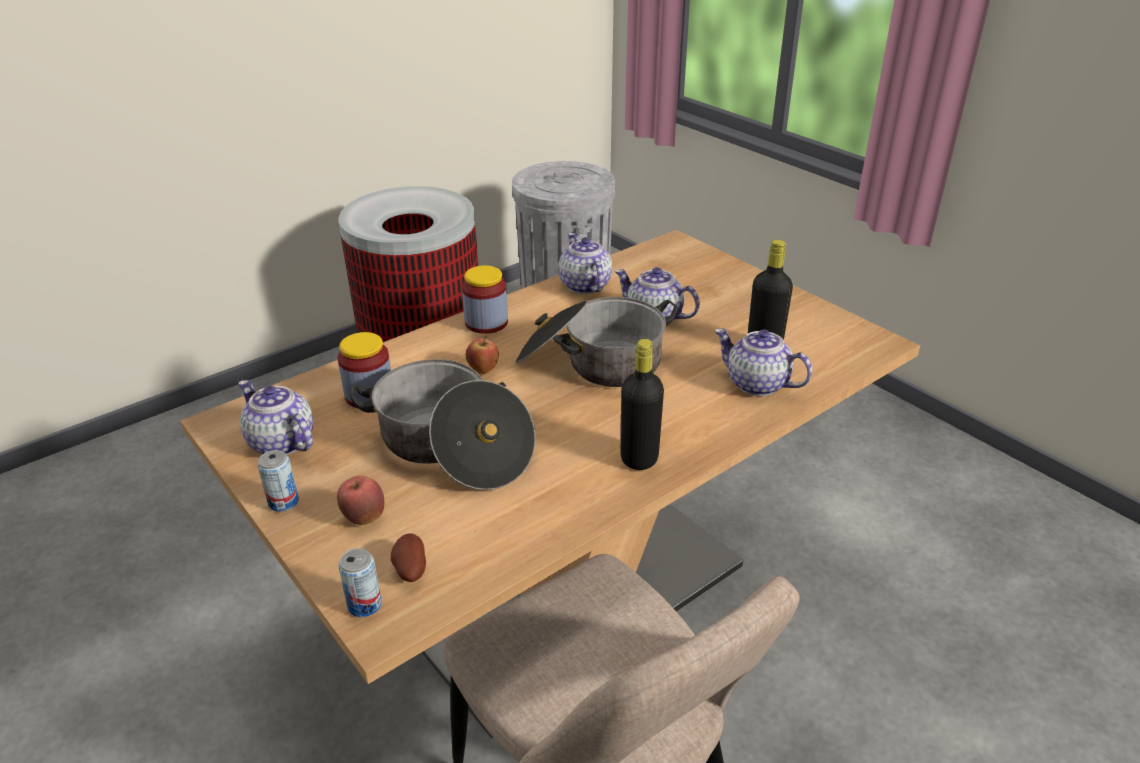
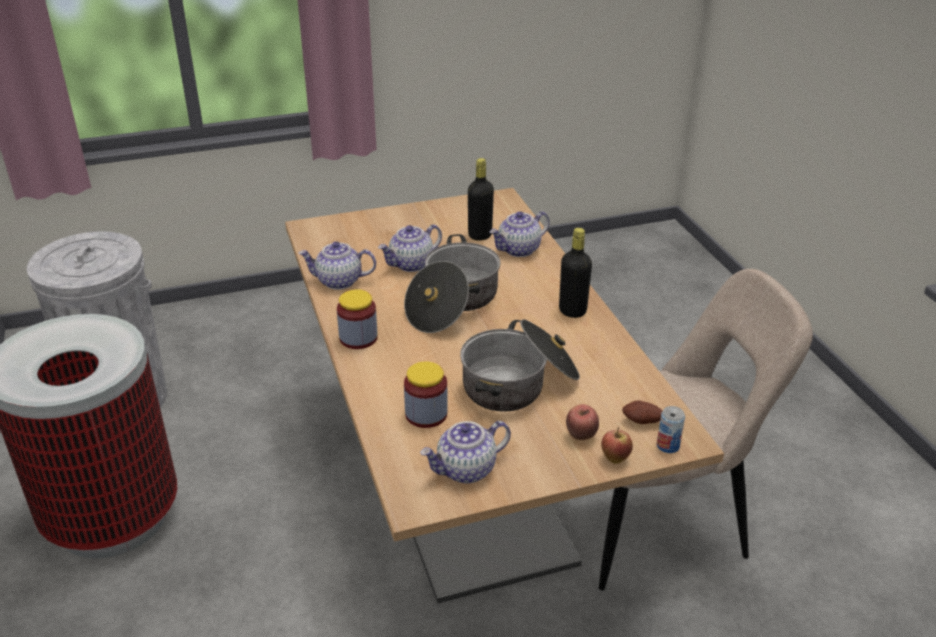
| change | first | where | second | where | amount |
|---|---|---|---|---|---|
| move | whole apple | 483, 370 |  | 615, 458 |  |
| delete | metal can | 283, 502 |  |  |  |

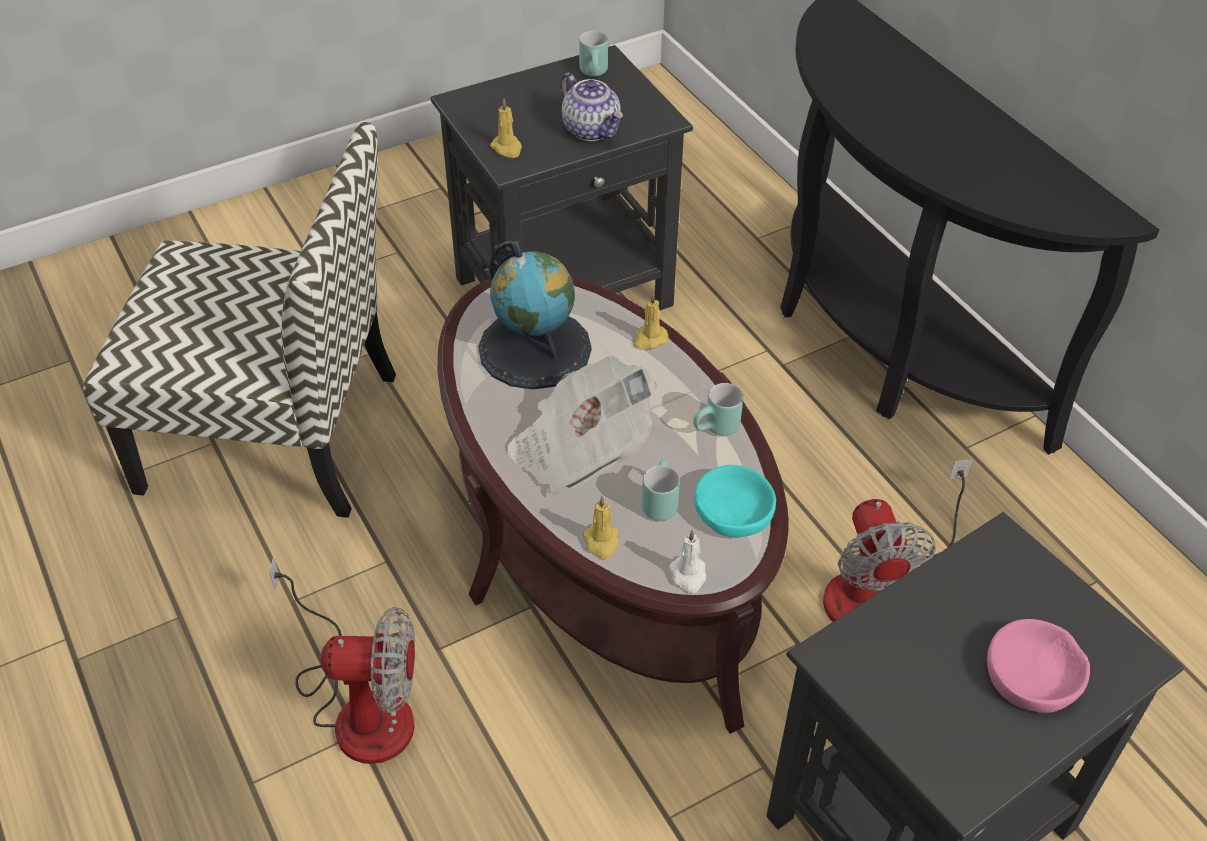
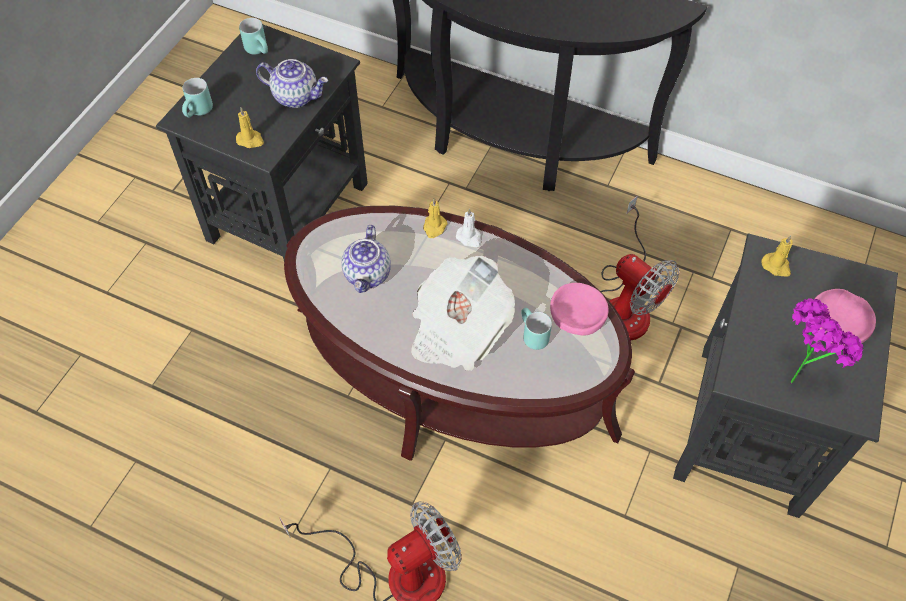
| change | first | where | second | where | amount |
|---|---|---|---|---|---|
| move | mug/turquoise | 717, 430 |  | 199, 112 |  |
| replace | desk globe | 535, 348 | pot for tea | 368, 274 |  |
| move | candle/white | 688, 575 |  | 469, 237 |  |
| recolor | serving bowl/turquoise | 733, 509 | serving bowl/pink | 577, 314 |  |
| move | candle/yellow | 602, 542 |  | 776, 266 |  |
| insert |  |  | houseplant | 798, 372 |  |
| delete | chair | 275, 431 |  |  |  |

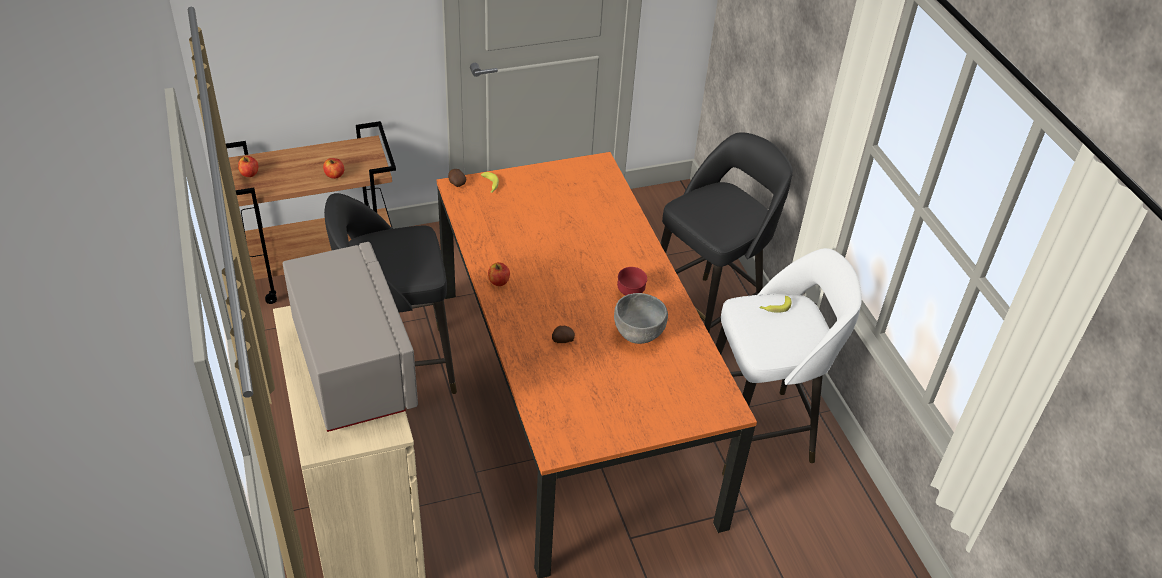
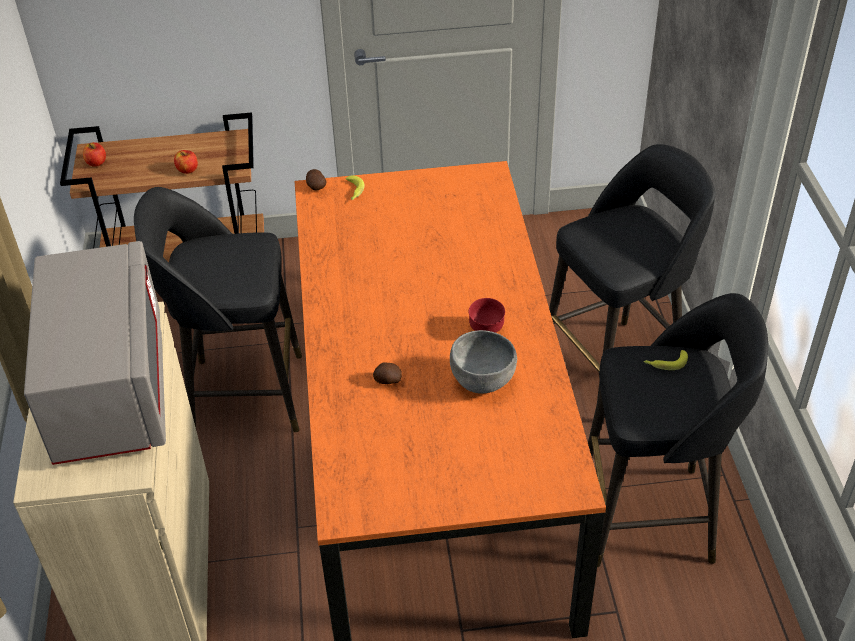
| change | first | where | second | where | amount |
|---|---|---|---|---|---|
| recolor | stool/white | 758, 432 | stool/black-coloured | 651, 516 |  |
| delete | whole apple | 499, 281 |  |  |  |

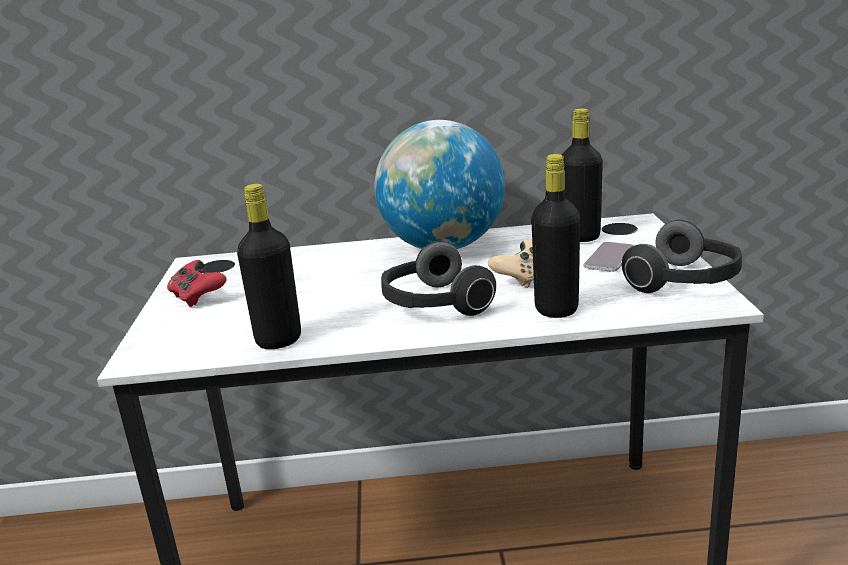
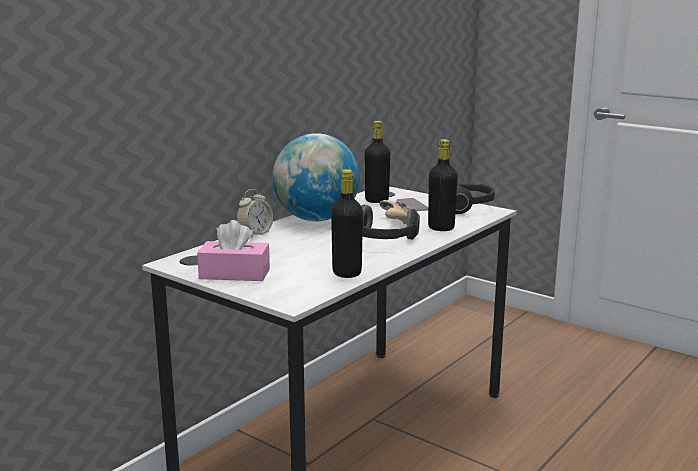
| change | first | where | second | where | amount |
|---|---|---|---|---|---|
| replace | gamepad/red-coloured | 197, 297 | box of tissues/pink | 234, 274 |  |
| insert |  |  | alarm clock | 255, 234 |  |

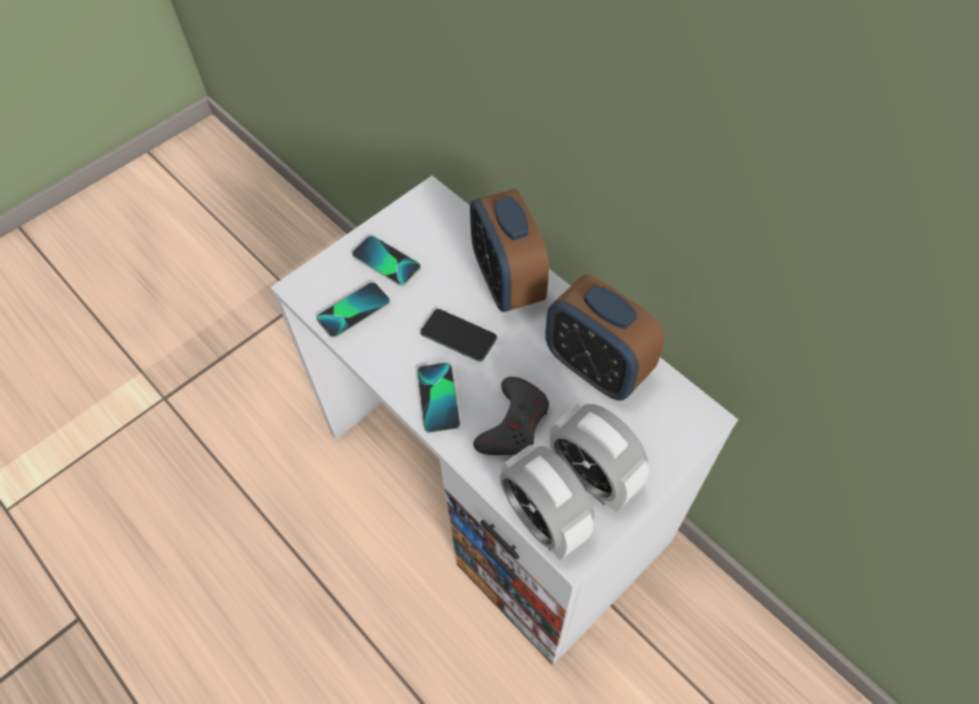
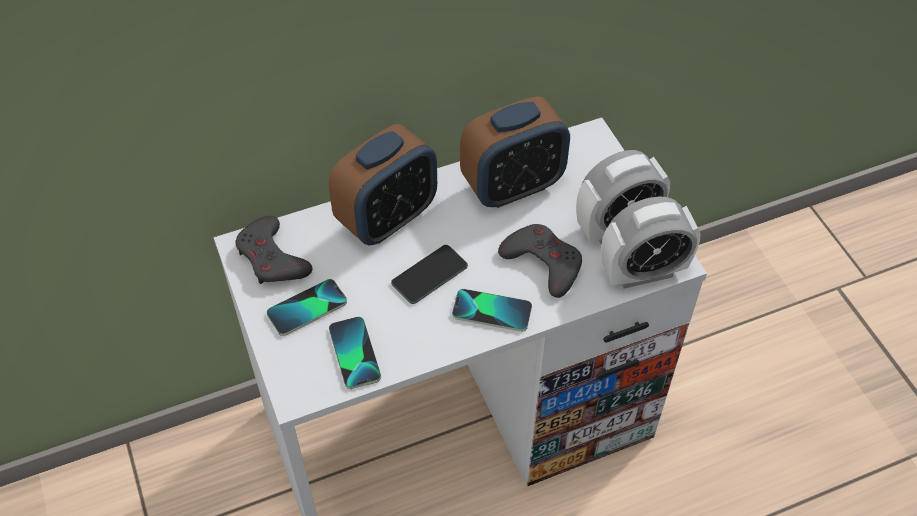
| change | first | where | second | where | amount |
|---|---|---|---|---|---|
| insert |  |  | gamepad/grey | 272, 258 |  |
| rotate | alarm clock | 507, 282 |  | 387, 218 | 45 degrees counterclockwise |

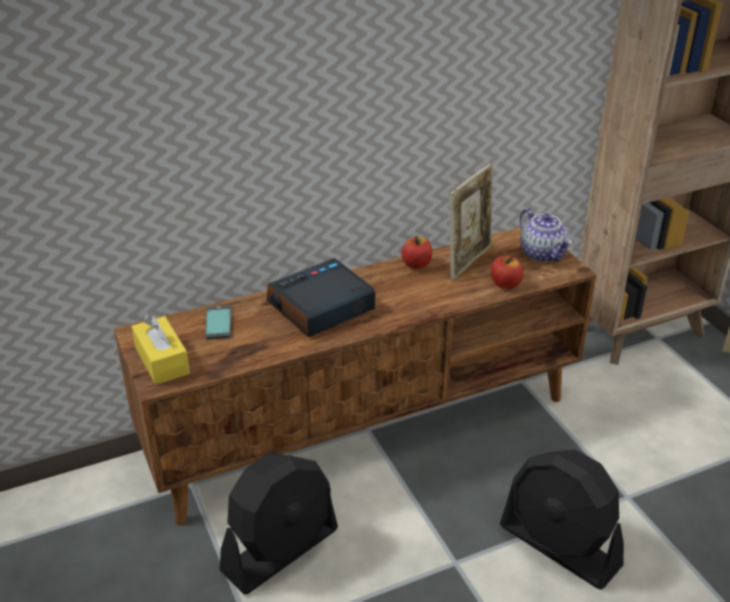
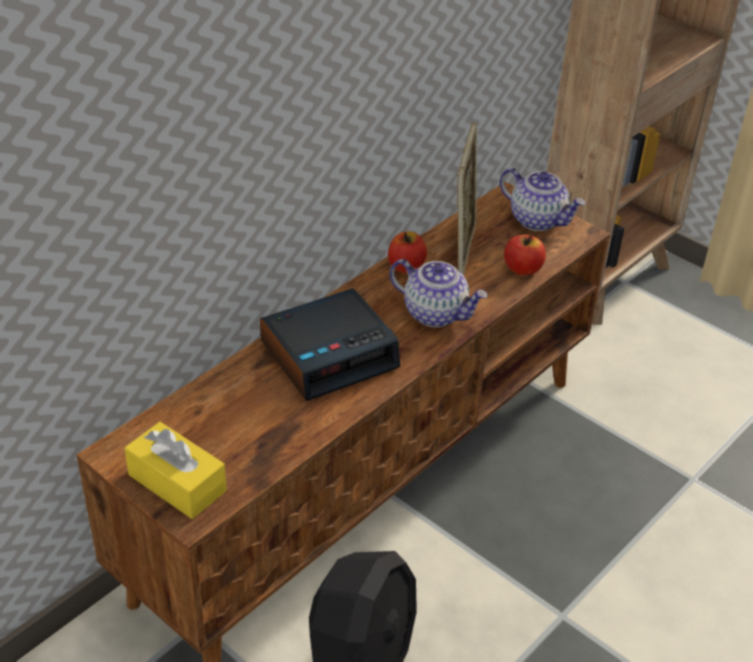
| change | first | where | second | where | amount |
|---|---|---|---|---|---|
| rotate | alarm clock | 320, 307 |  | 330, 354 | 150 degrees counterclockwise |
| insert |  |  | pot for tea | 436, 313 |  |
| delete | phone | 218, 323 |  |  |  |
| delete | electric fan/black-coloured | 559, 546 |  |  |  |

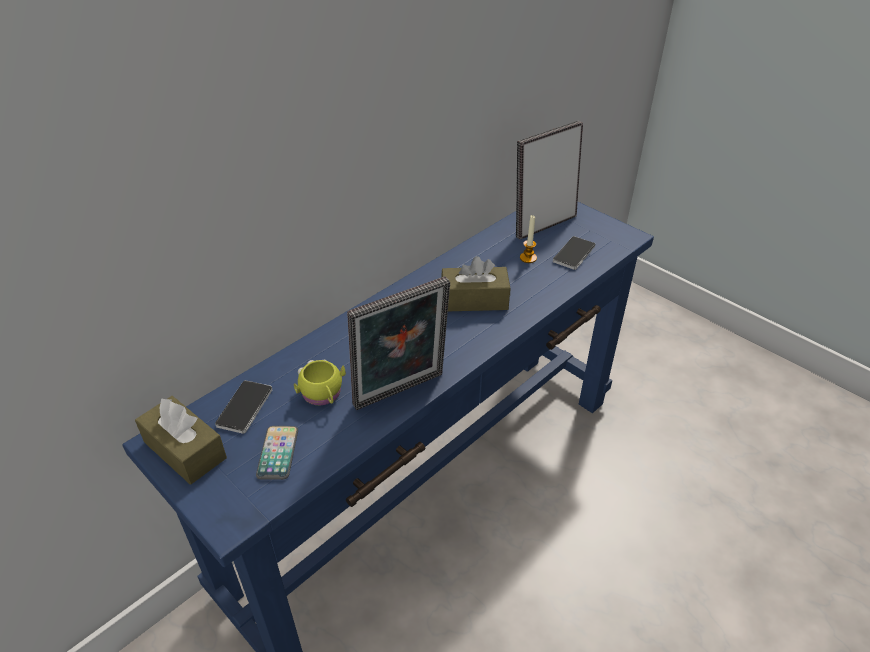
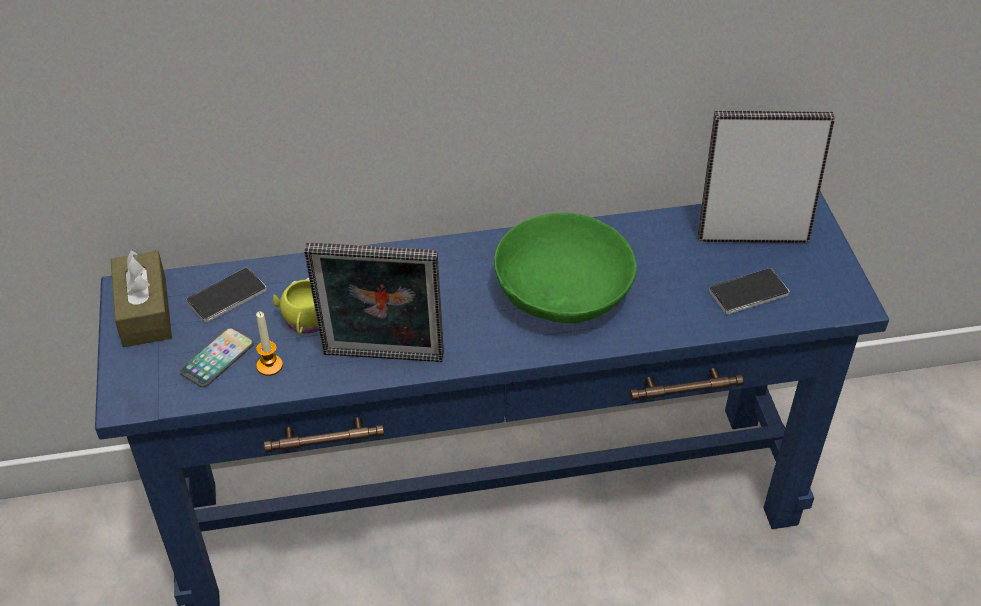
| change | first | where | second | where | amount |
|---|---|---|---|---|---|
| move | candle | 528, 258 |  | 269, 366 |  |
| replace | box of tissues/brownish | 474, 300 | serving bowl/greenish | 563, 293 |  |

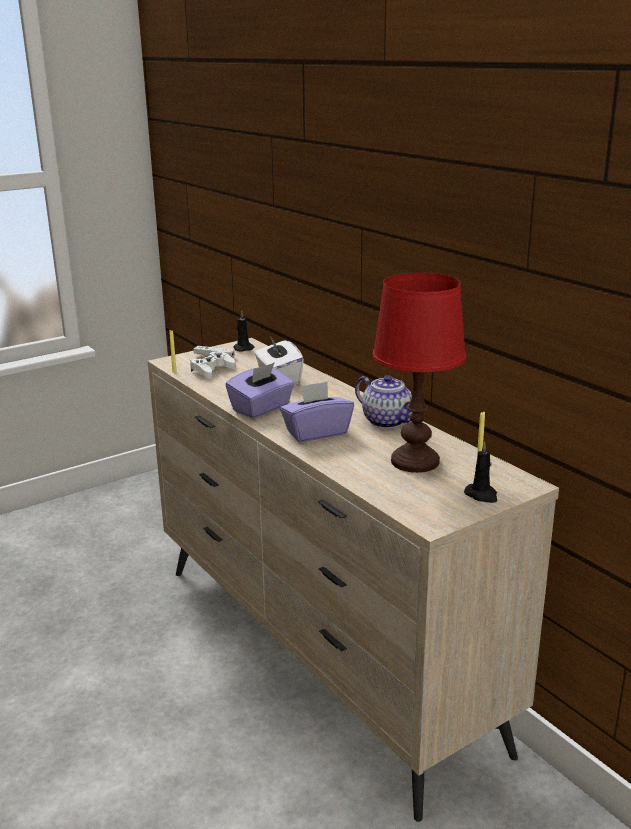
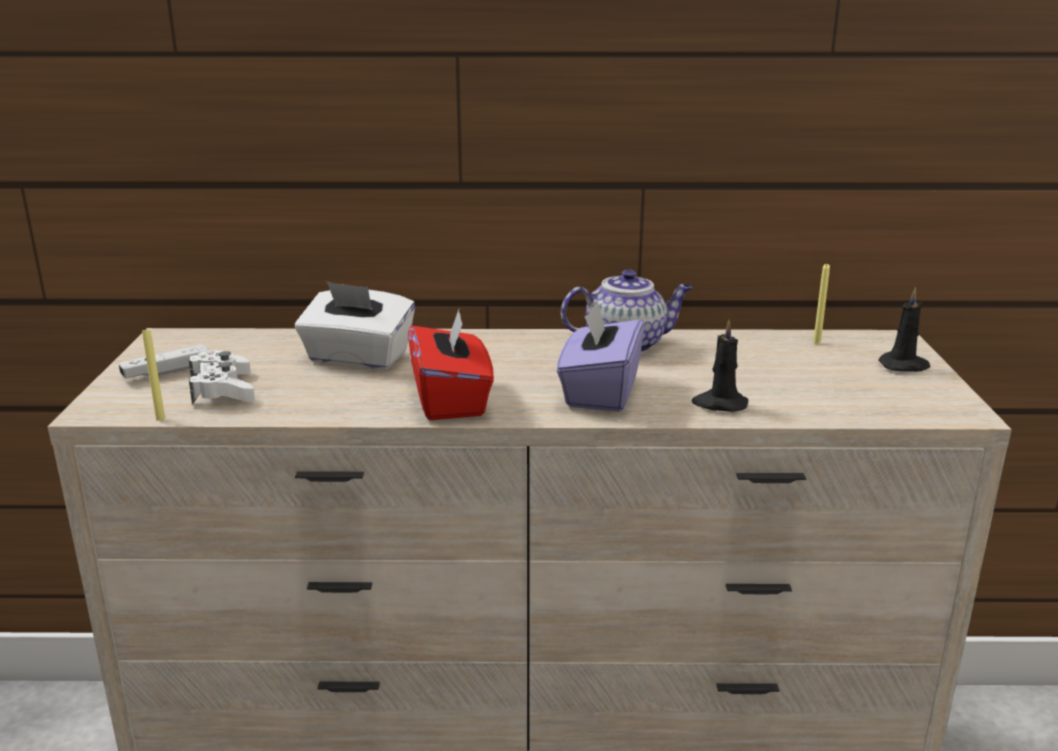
| change | first | where | second | where | amount |
|---|---|---|---|---|---|
| recolor | box of tissues/purple-coloured | 261, 408 | box of tissues/red-coloured | 451, 400 |  |
| move | candle/black-coloured | 243, 348 |  | 719, 404 |  |
| delete | tabletop lamp/red-coloured | 415, 461 |  |  |  |

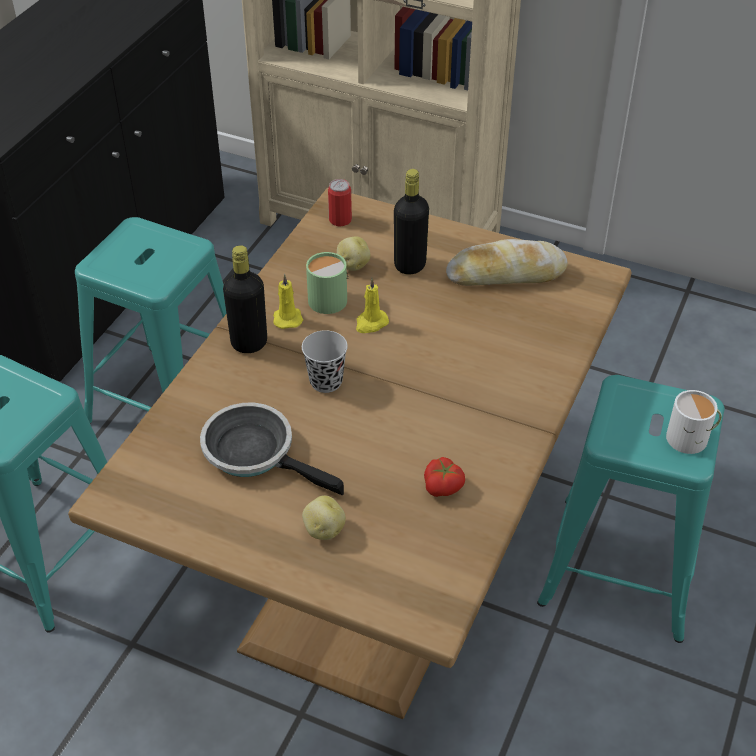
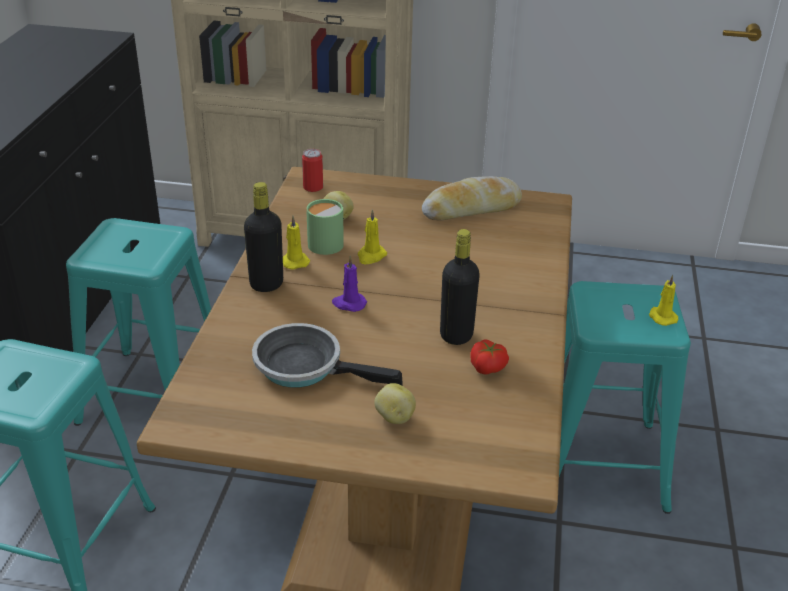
| change | first | where | second | where | amount |
|---|---|---|---|---|---|
| replace | small cup/black-coloured | 326, 382 | candle/purple-coloured | 349, 304 |  |
| move | drink bottle/black-coloured | 410, 265 |  | 456, 335 |  |
| replace | mug/white | 691, 438 | candle/yellow | 661, 317 |  |

